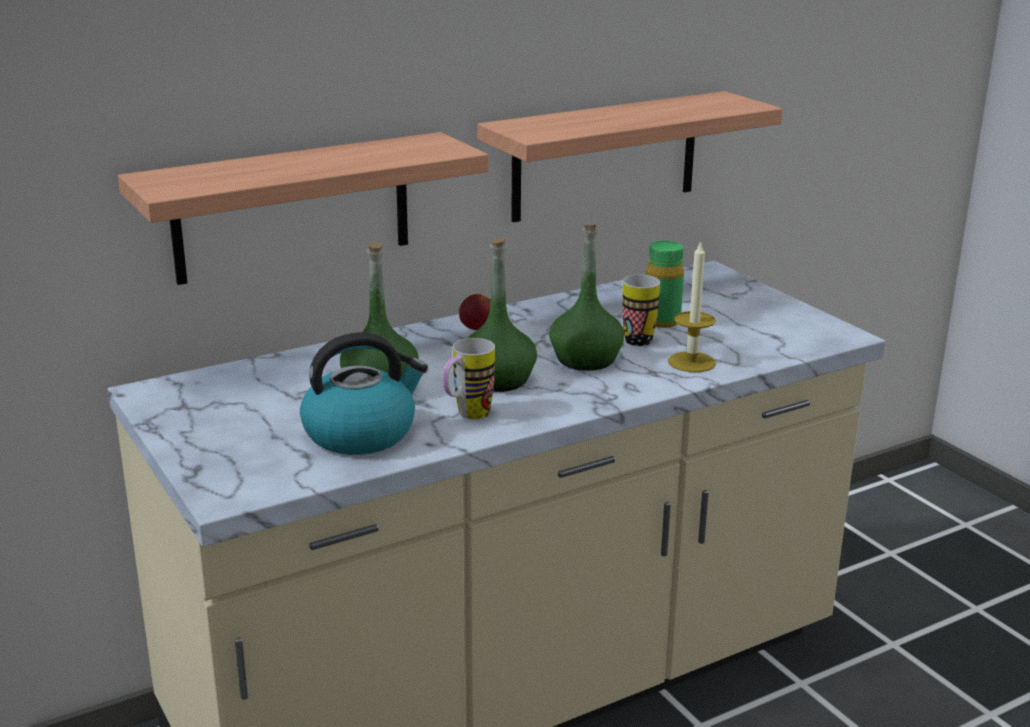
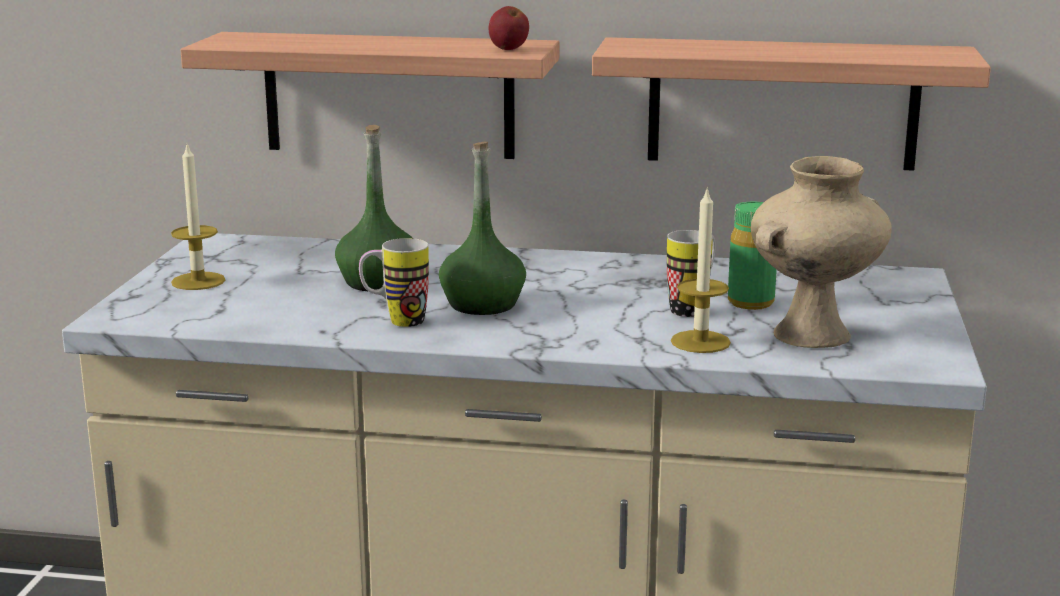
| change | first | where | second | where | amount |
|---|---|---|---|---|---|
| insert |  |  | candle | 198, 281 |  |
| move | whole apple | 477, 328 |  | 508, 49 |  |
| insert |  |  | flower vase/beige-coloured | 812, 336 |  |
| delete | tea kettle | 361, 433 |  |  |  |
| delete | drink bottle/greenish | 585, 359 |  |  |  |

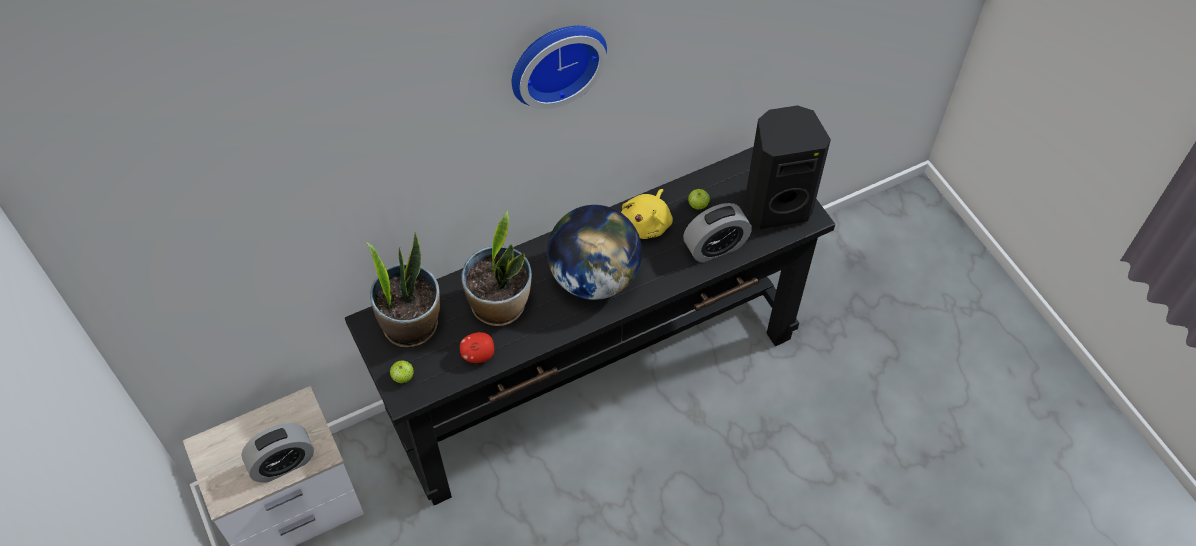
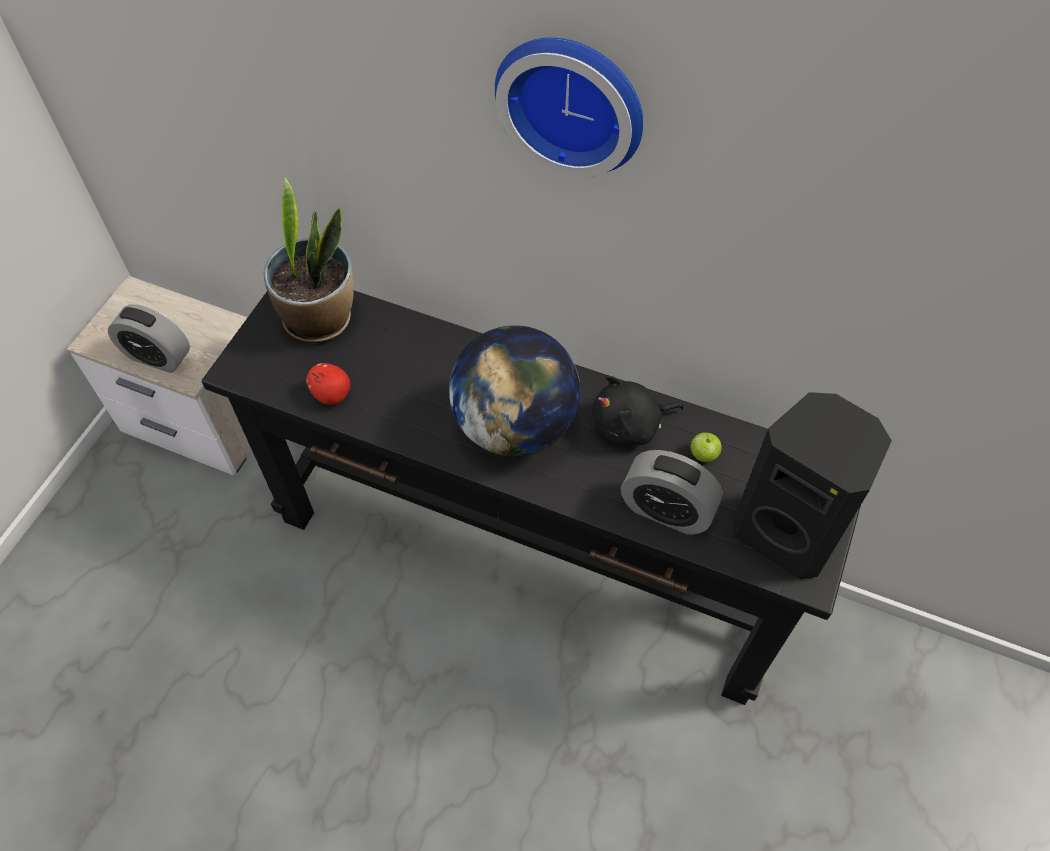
| change | first | where | second | where | amount |
|---|---|---|---|---|---|
| recolor | soft toy/yellow | 647, 223 | soft toy/black-coloured | 630, 425 |  |
| delete | whole apple | 403, 377 |  |  |  |
| delete | houseplant | 500, 305 |  |  |  |

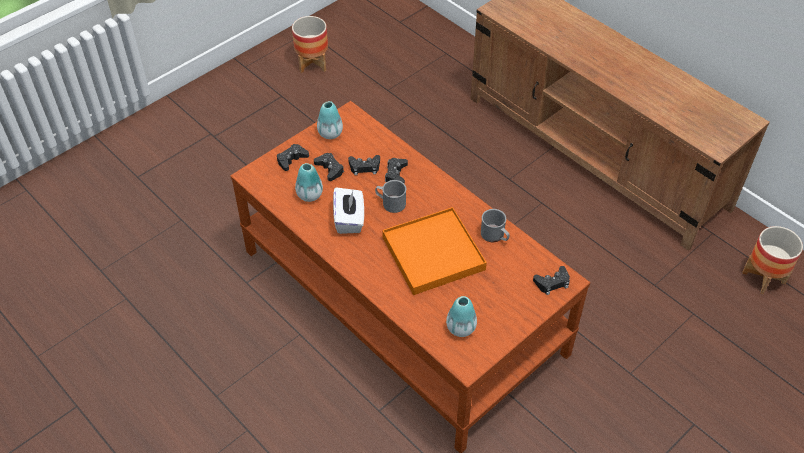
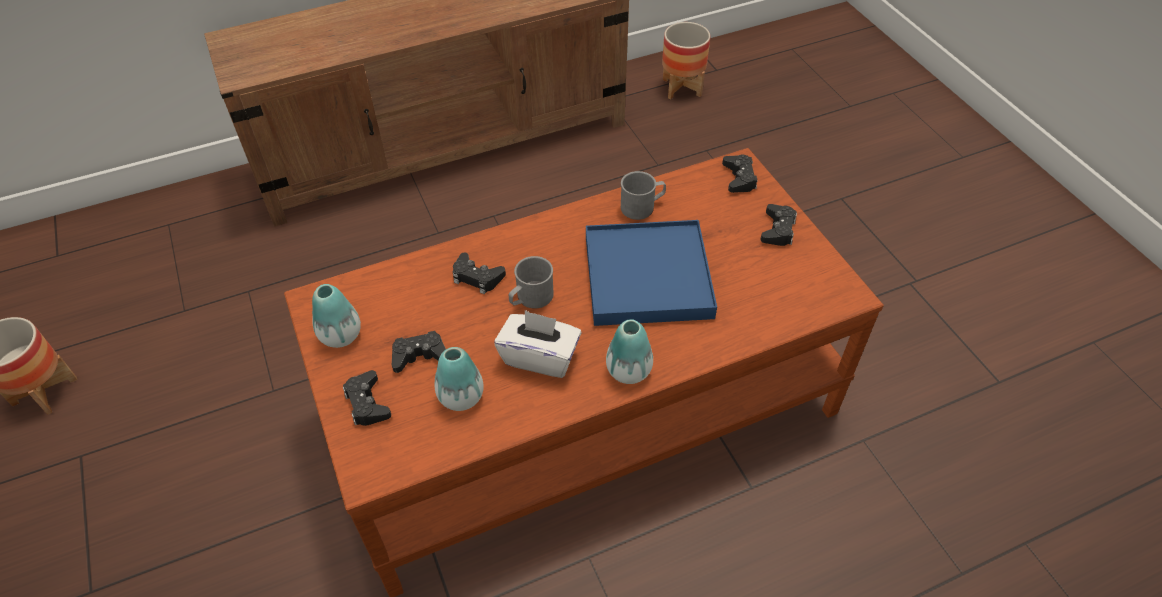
| change | first | where | second | where | amount |
|---|---|---|---|---|---|
| recolor | carrying tray/orange | 433, 253 | carrying tray/blue-coloured | 647, 276 |  |
| move | flower vase | 461, 328 |  | 628, 371 |  |
| move | gamepad/black-coloured | 364, 167 |  | 778, 230 |  |

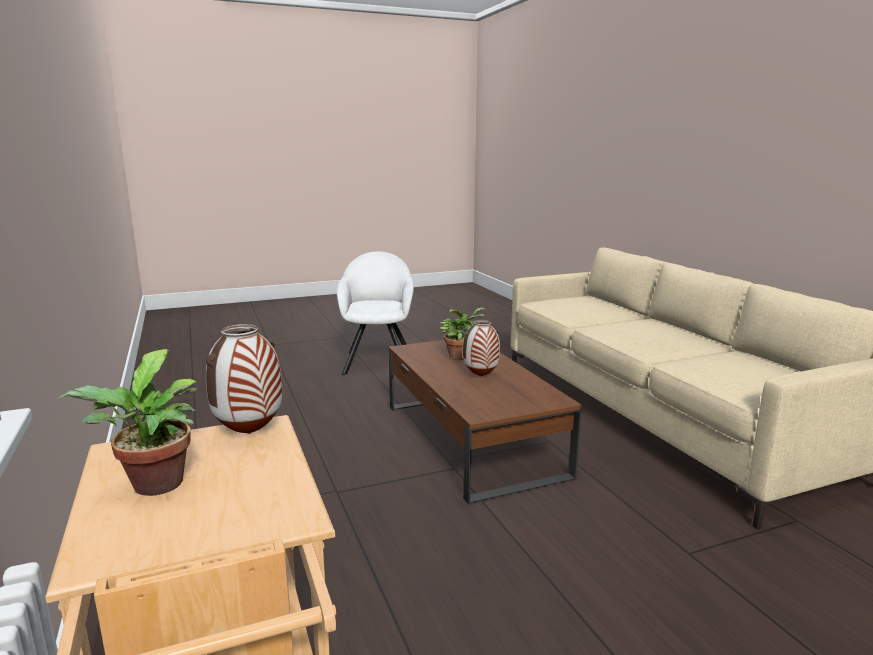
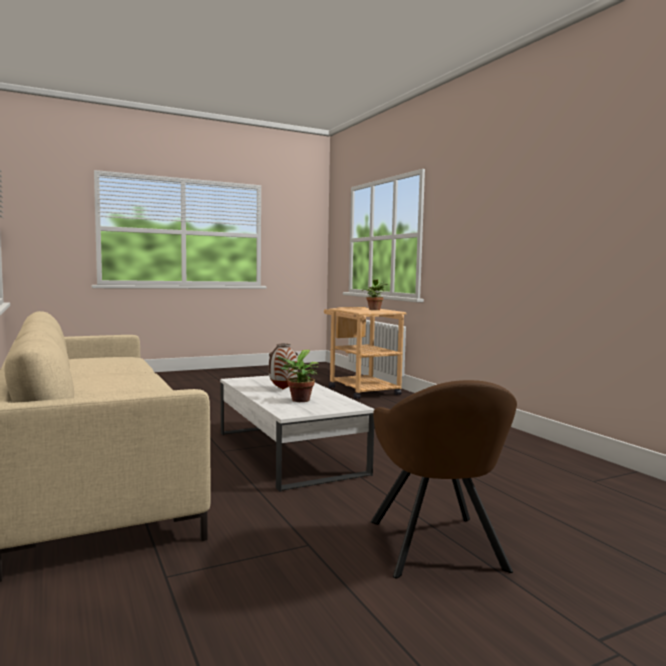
| change | first | where | second | where | amount |
|---|---|---|---|---|---|
| recolor | coffee table/brownish | 472, 439 | coffee table/white | 287, 451 |  |
| recolor | easy chair/white | 378, 361 | easy chair/brownish | 438, 549 |  |
| delete | flower vase | 249, 434 |  |  |  |

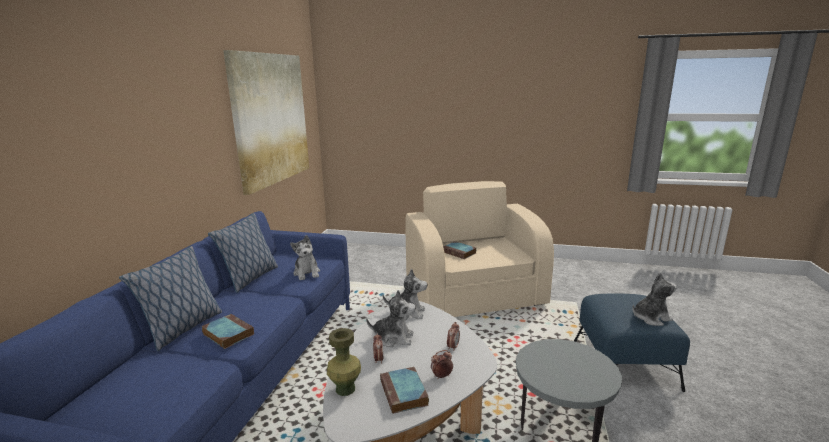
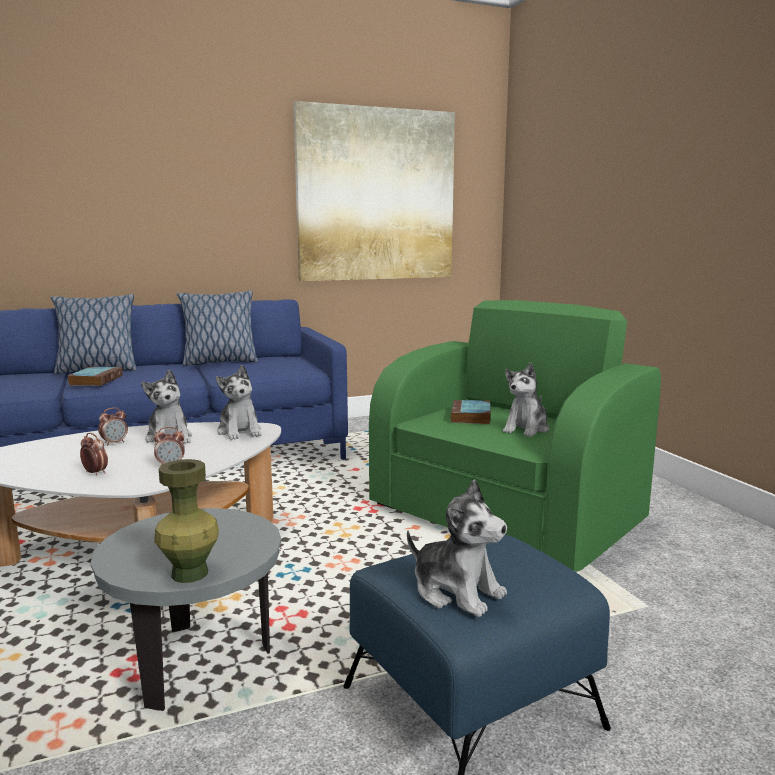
| change | first | where | second | where | amount |
|---|---|---|---|---|---|
| move | flower vase/greenish | 345, 389 |  | 190, 573 |  |
| recolor | easy chair/beige-coloured | 475, 295 | easy chair/greenish | 506, 515 |  |
| move | soft toy | 307, 273 |  | 526, 429 |  |
| delete | bound book | 404, 394 |  |  |  |

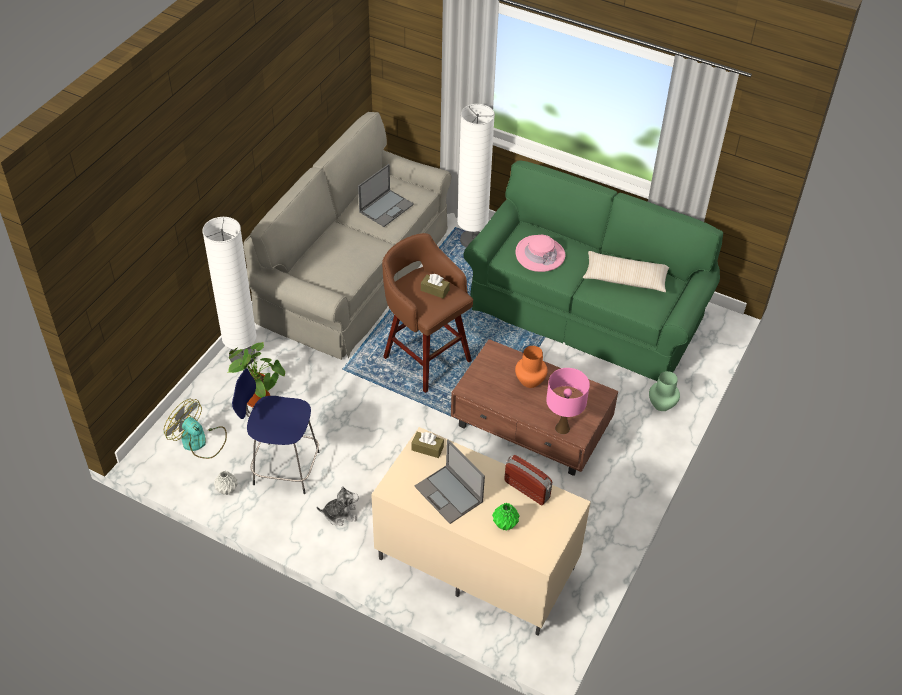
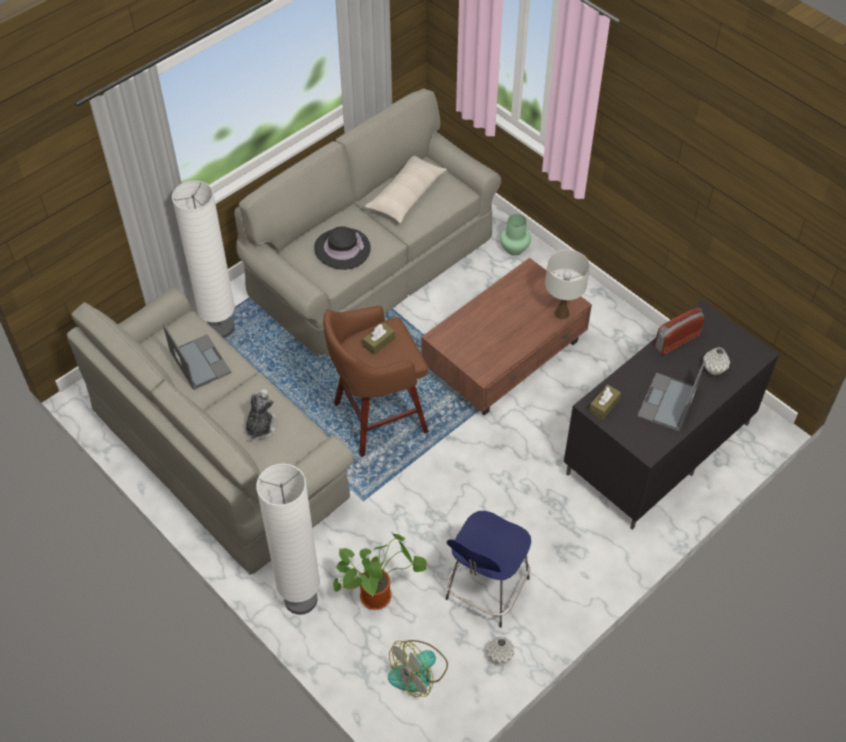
| change | first | where | second | where | amount |
|---|---|---|---|---|---|
| recolor | sofa/greenish | 586, 312 | sofa/grey | 372, 265 |  |
| move | soft toy | 340, 514 |  | 260, 427 |  |
| recolor | wearable hat/pink | 540, 254 | wearable hat/black-coloured | 342, 249 |  |
| recolor | tabletop lamp/pink | 562, 428 | tabletop lamp/white | 561, 313 |  |
| recolor | tv stand/beige-coloured | 474, 564 | tv stand/black-coloured | 658, 450 |  |
| rotate | laptop | 449, 494 |  | 667, 403 | 135 degrees clockwise |
| recolor | flower vase/greenish | 505, 524 | flower vase/grey | 713, 369 |  |
| delete | flower vase/orange | 530, 381 |  |  |  |

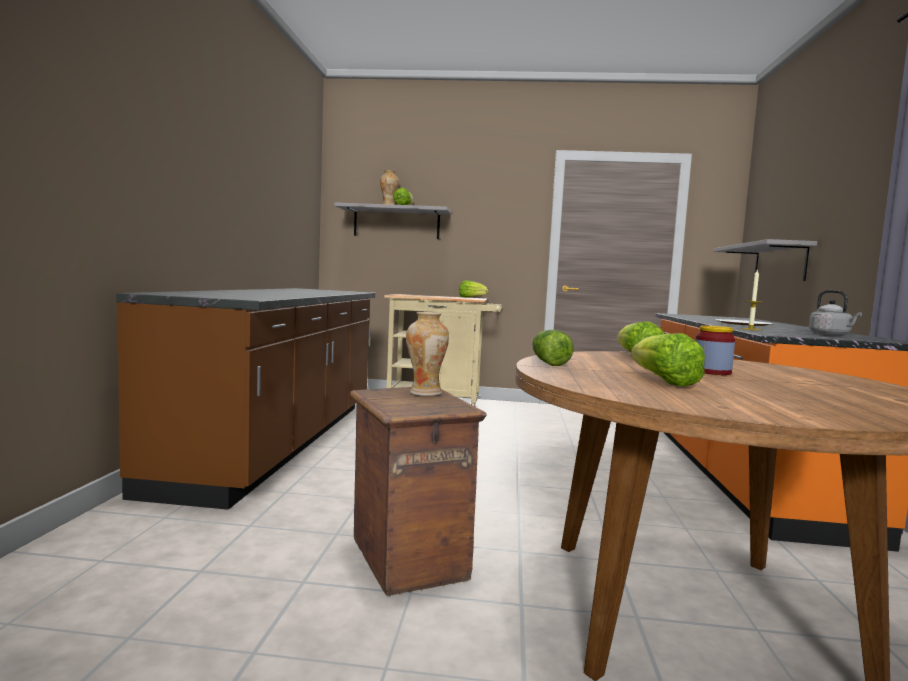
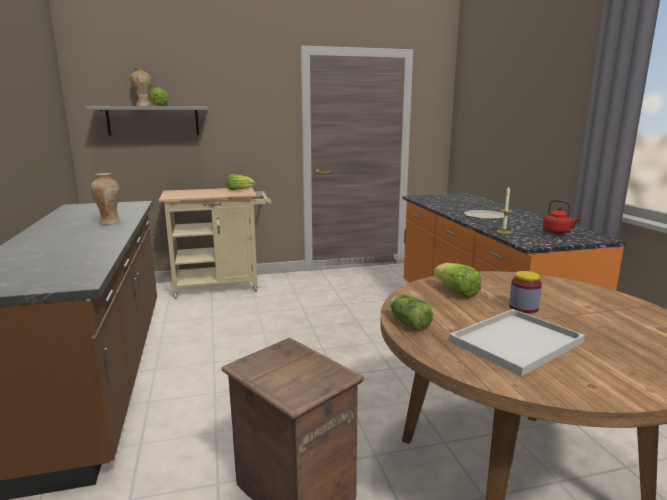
| change | first | where | second | where | amount |
|---|---|---|---|---|---|
| move | flower vase | 425, 393 |  | 109, 222 |  |
| replace | lettuce head | 663, 382 | carrying tray/white | 515, 343 |  |
| recolor | tea kettle/grey | 831, 335 | tea kettle/red-coloured | 558, 232 |  |
| delete | wall shelf/grey | 779, 263 |  |  |  |

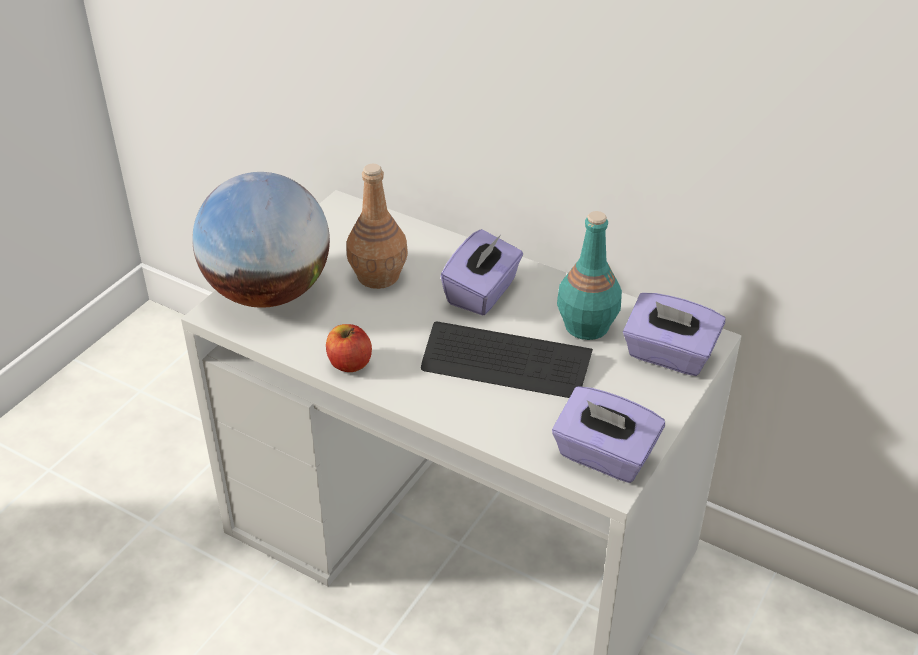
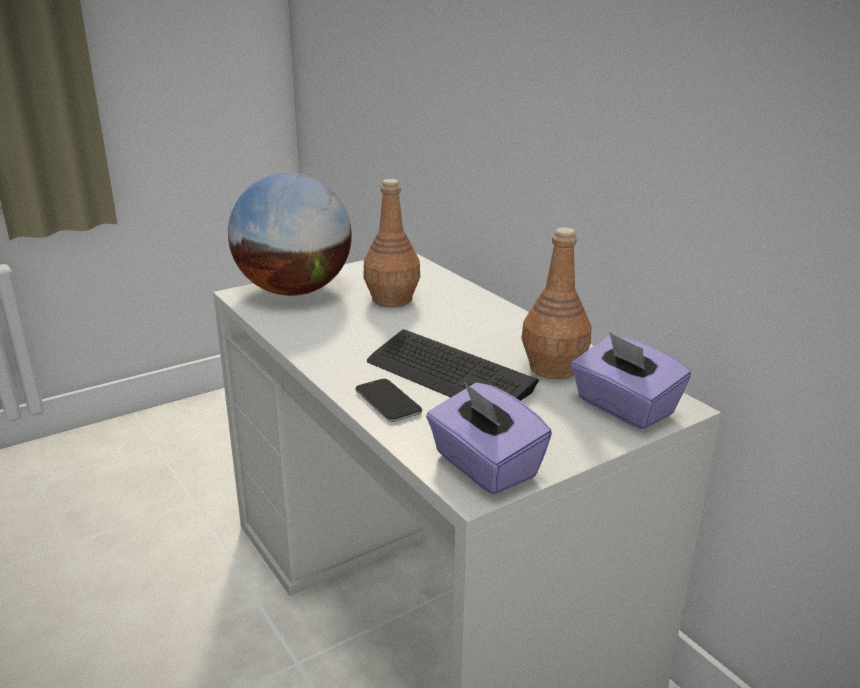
| change | first | where | second | where | amount |
|---|---|---|---|---|---|
| insert |  |  | phone | 388, 401 |  |
| recolor | drink bottle/turquoise | 586, 326 | drink bottle/brownish | 553, 368 |  |
| delete | whole apple | 349, 363 |  |  |  |
| delete | box of tissues/purple-coloured | 482, 293 |  |  |  |

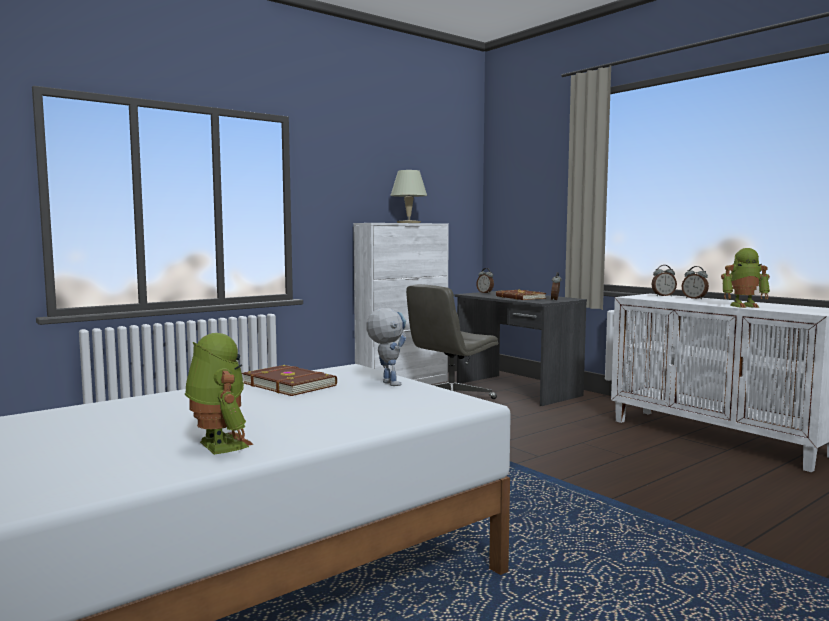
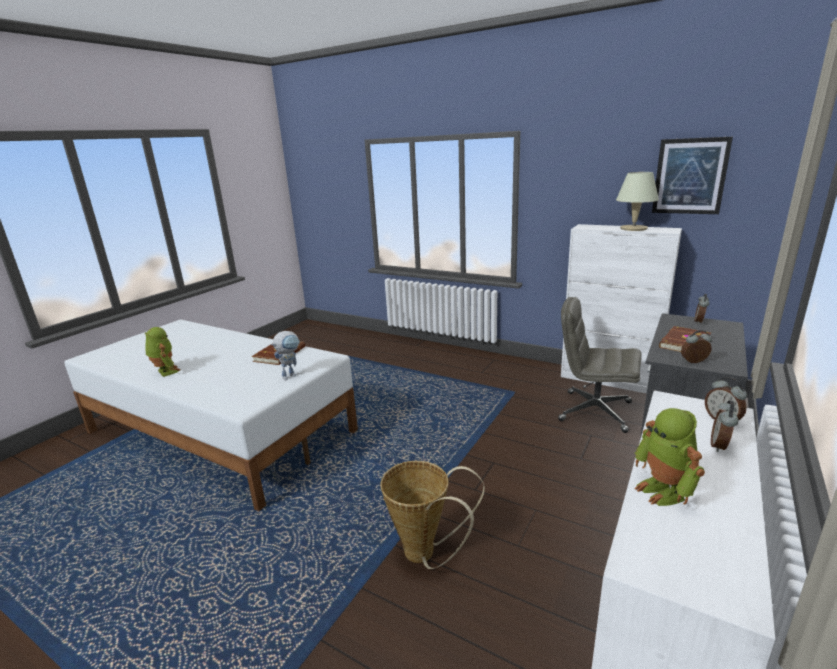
| change | first | where | second | where | amount |
|---|---|---|---|---|---|
| rotate | robot figure | 218, 445 |  | 165, 372 | 75 degrees counterclockwise |
| insert |  |  | basket | 426, 554 |  |
| insert |  |  | wall art | 690, 176 |  |

